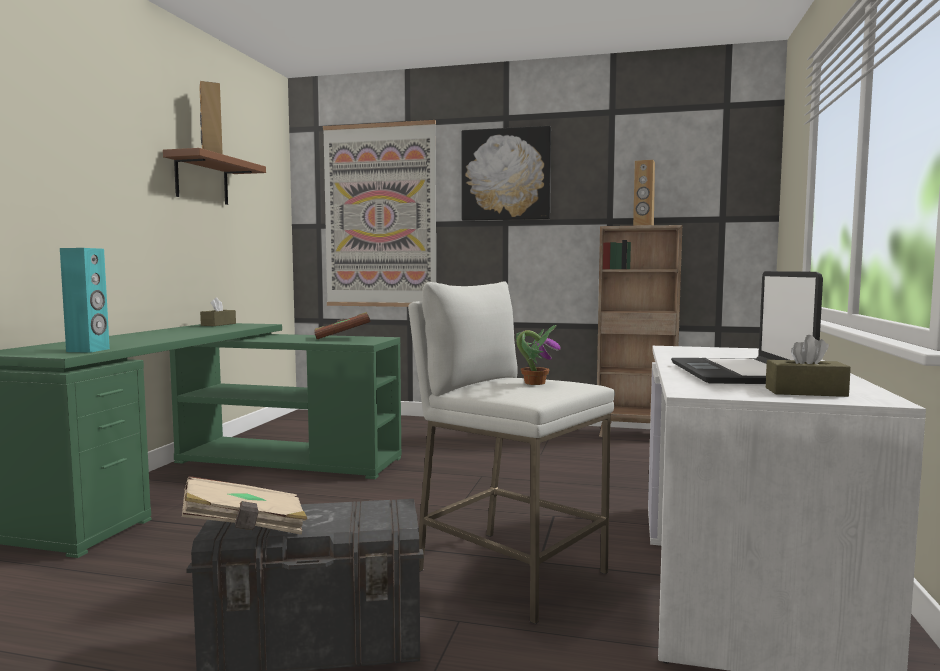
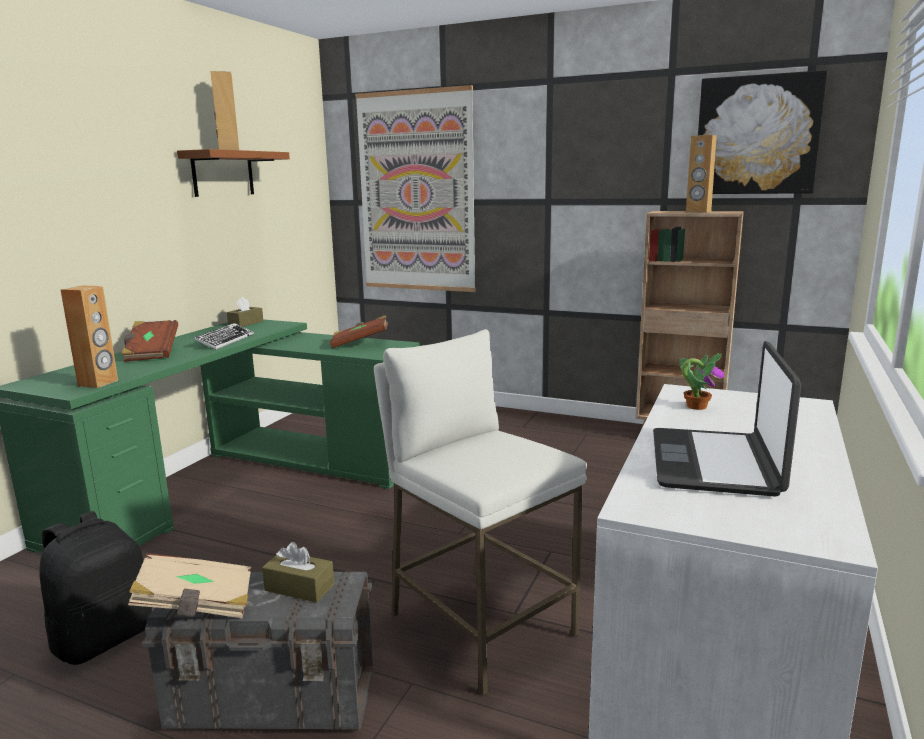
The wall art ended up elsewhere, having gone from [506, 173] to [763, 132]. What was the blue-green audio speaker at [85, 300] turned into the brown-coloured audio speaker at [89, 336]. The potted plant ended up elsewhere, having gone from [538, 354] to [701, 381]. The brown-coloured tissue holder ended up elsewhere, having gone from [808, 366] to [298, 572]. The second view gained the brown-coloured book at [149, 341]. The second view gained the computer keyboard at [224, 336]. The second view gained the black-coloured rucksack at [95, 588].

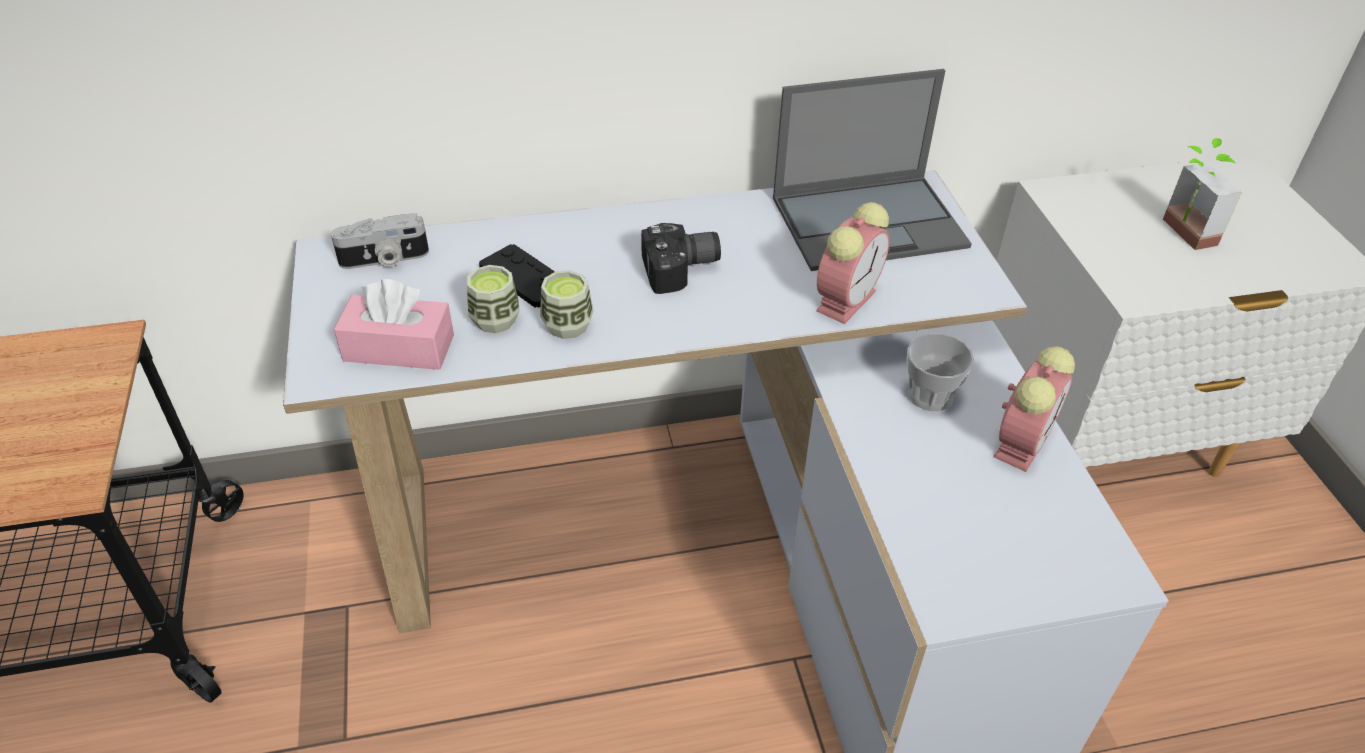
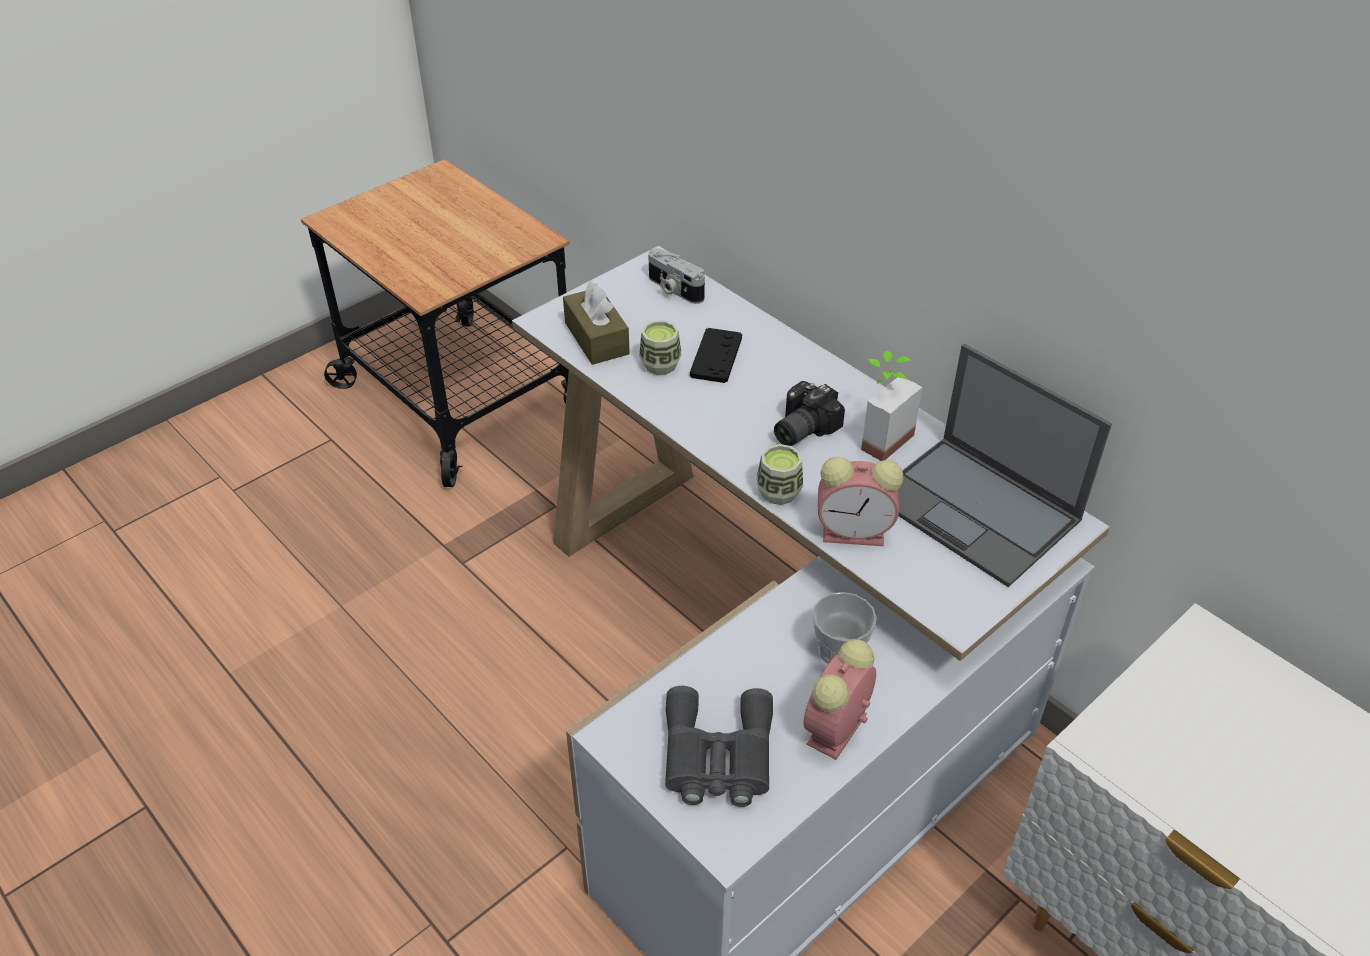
The potted plant ended up elsewhere, having gone from [1202, 194] to [891, 406]. The still camera at [681, 258] ended up facing another way, 90 degrees clockwise from before. The cup ended up elsewhere, having gone from [566, 304] to [780, 474]. What was the pinkish tissue holder at [394, 324] turned into the brown-coloured tissue holder at [596, 323]. The bedside clock at [1034, 409] ended up facing another way, 120 degrees clockwise from before. The second view gained the greyish binoculars at [719, 746].

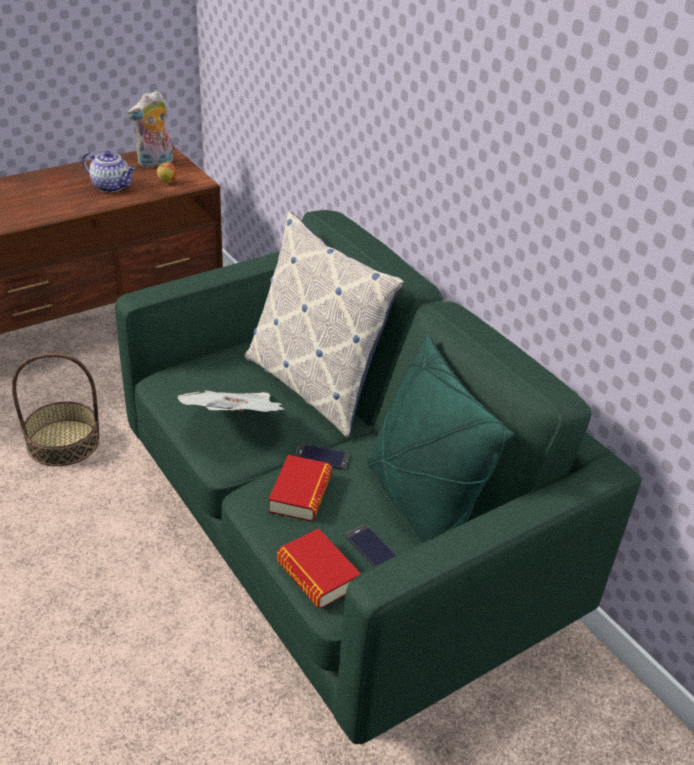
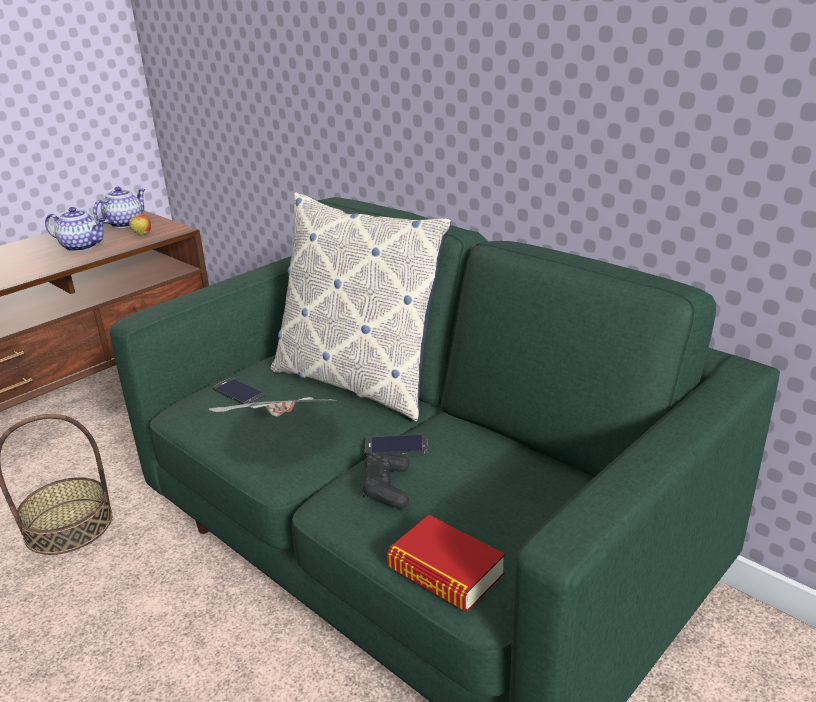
Where the soft toy stood at [150, 129], the tea pot came to stand at [119, 207]. The second view lost the greenish pillow at [440, 438]. Where the book stood at [300, 488], the black-coloured game controller came to stand at [385, 481]. The telephone ended up elsewhere, having gone from [371, 546] to [239, 391].

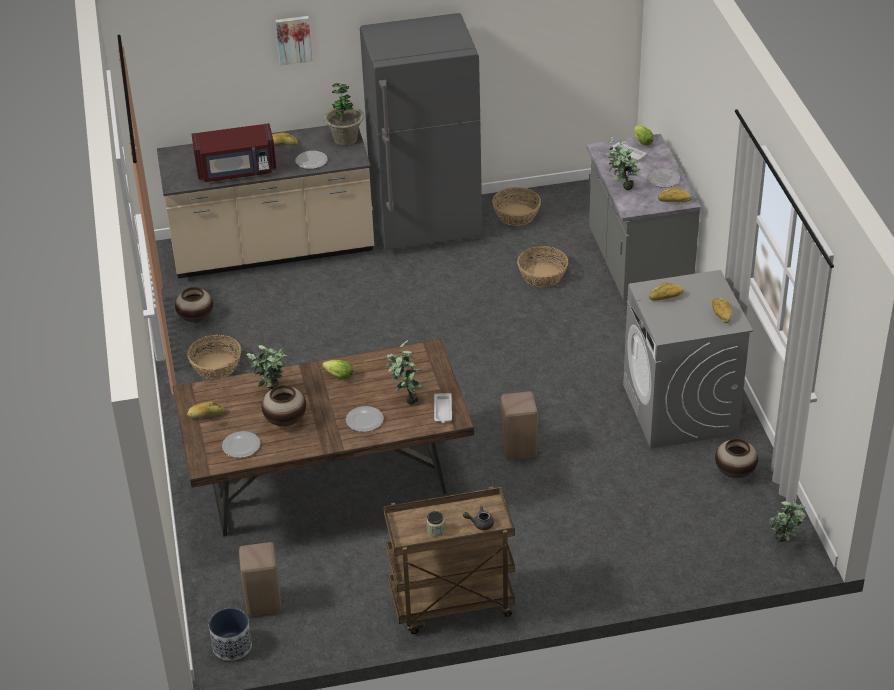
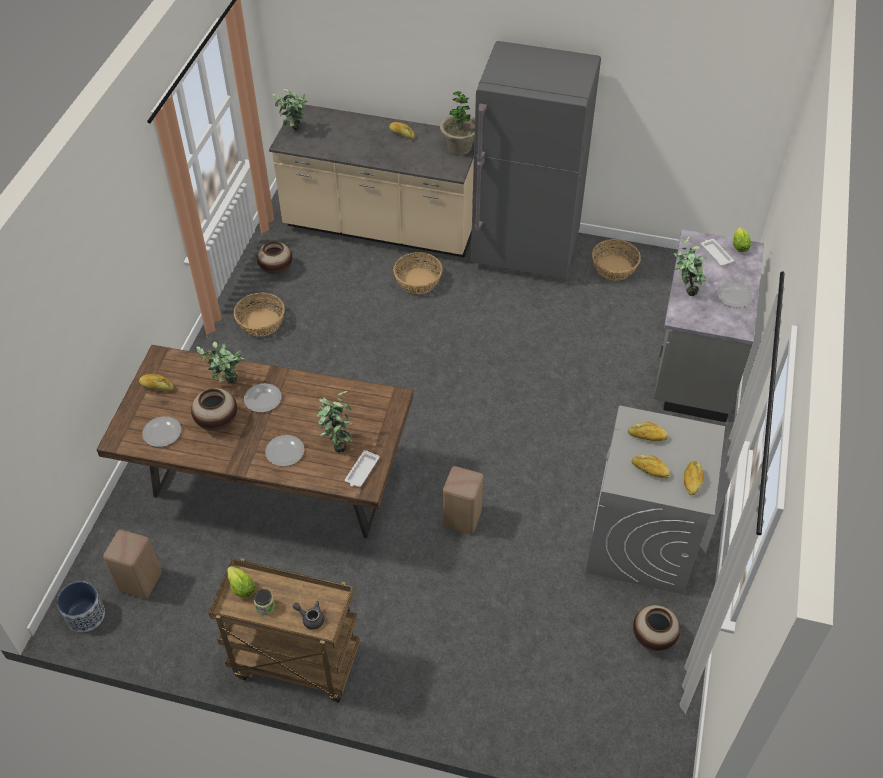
The second view lost the wall art at [293, 41]. The second view lost the red-coloured microwave at [234, 152]. The flat dish ended up elsewhere, having gone from [311, 160] to [263, 397]. The bread ended up elsewhere, having gone from [675, 194] to [651, 466]. The household basket ended up elsewhere, having gone from [542, 266] to [417, 273]. The head of lettuce ended up elsewhere, having gone from [337, 370] to [241, 582]. The potted plant ended up elsewhere, having gone from [788, 520] to [290, 109].

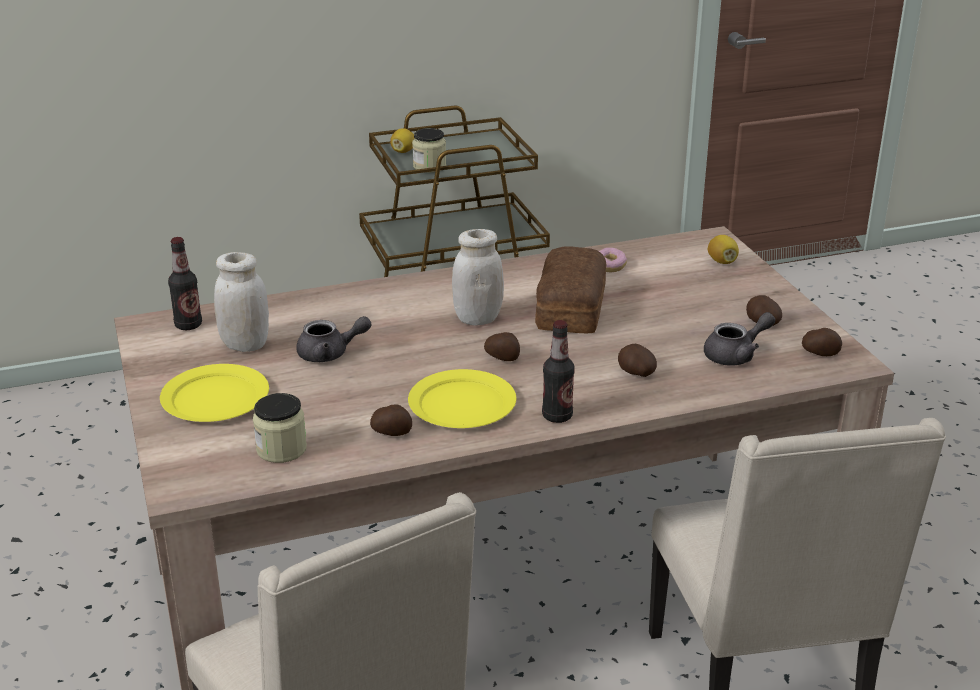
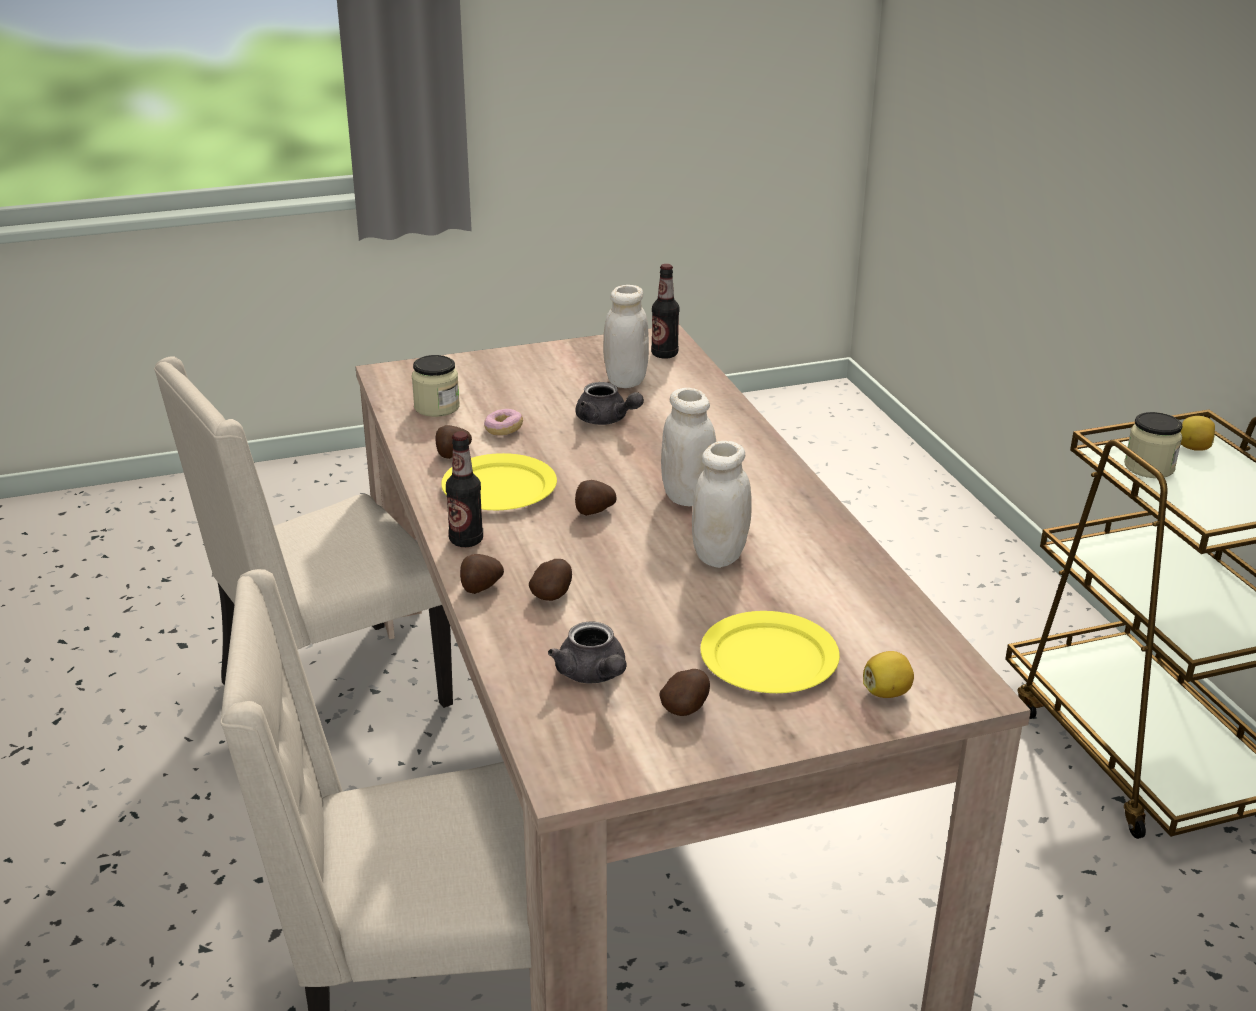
Where the bread stood at [570, 289], the whitish storage jar came to stand at [722, 504]. The donut ended up elsewhere, having gone from [613, 260] to [503, 422]. The greyish tea pot at [334, 339] ended up facing another way, 45 degrees counterclockwise from before. The spud ended up elsewhere, having gone from [822, 342] to [482, 574]. The yellow-coloured flat dish ended up elsewhere, having gone from [214, 393] to [770, 652].

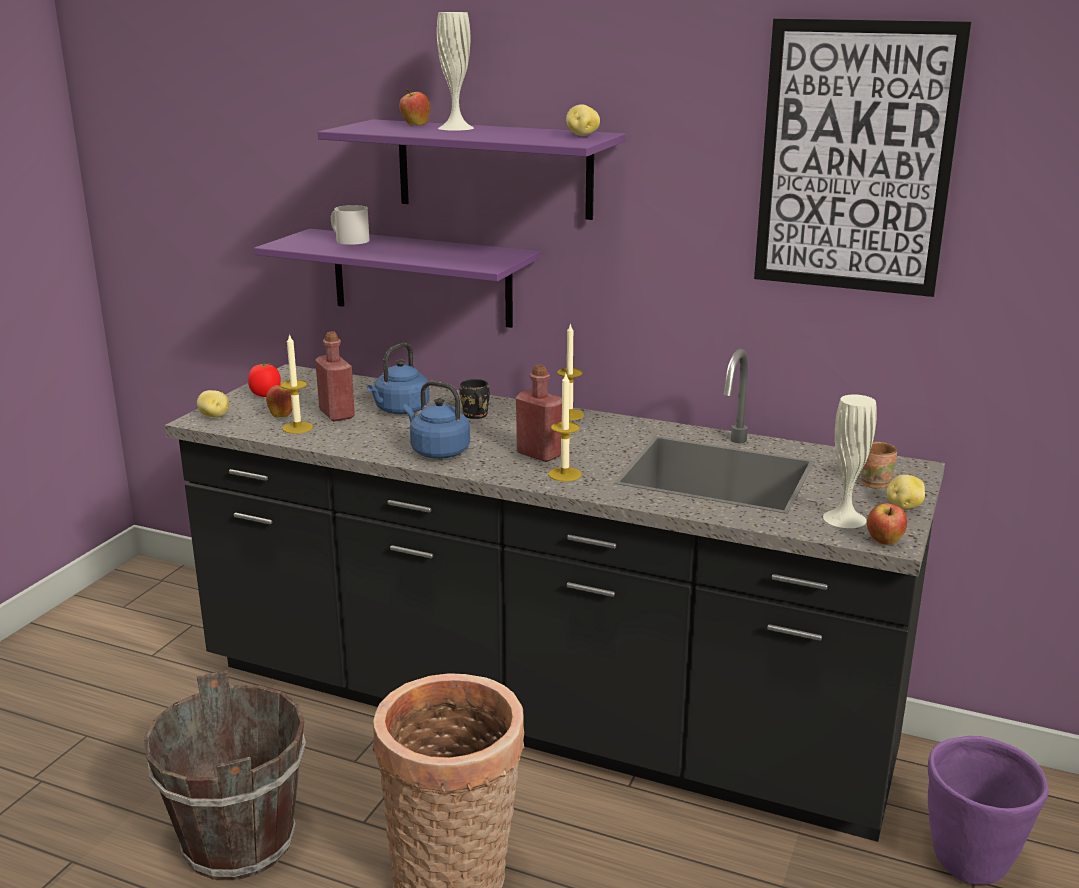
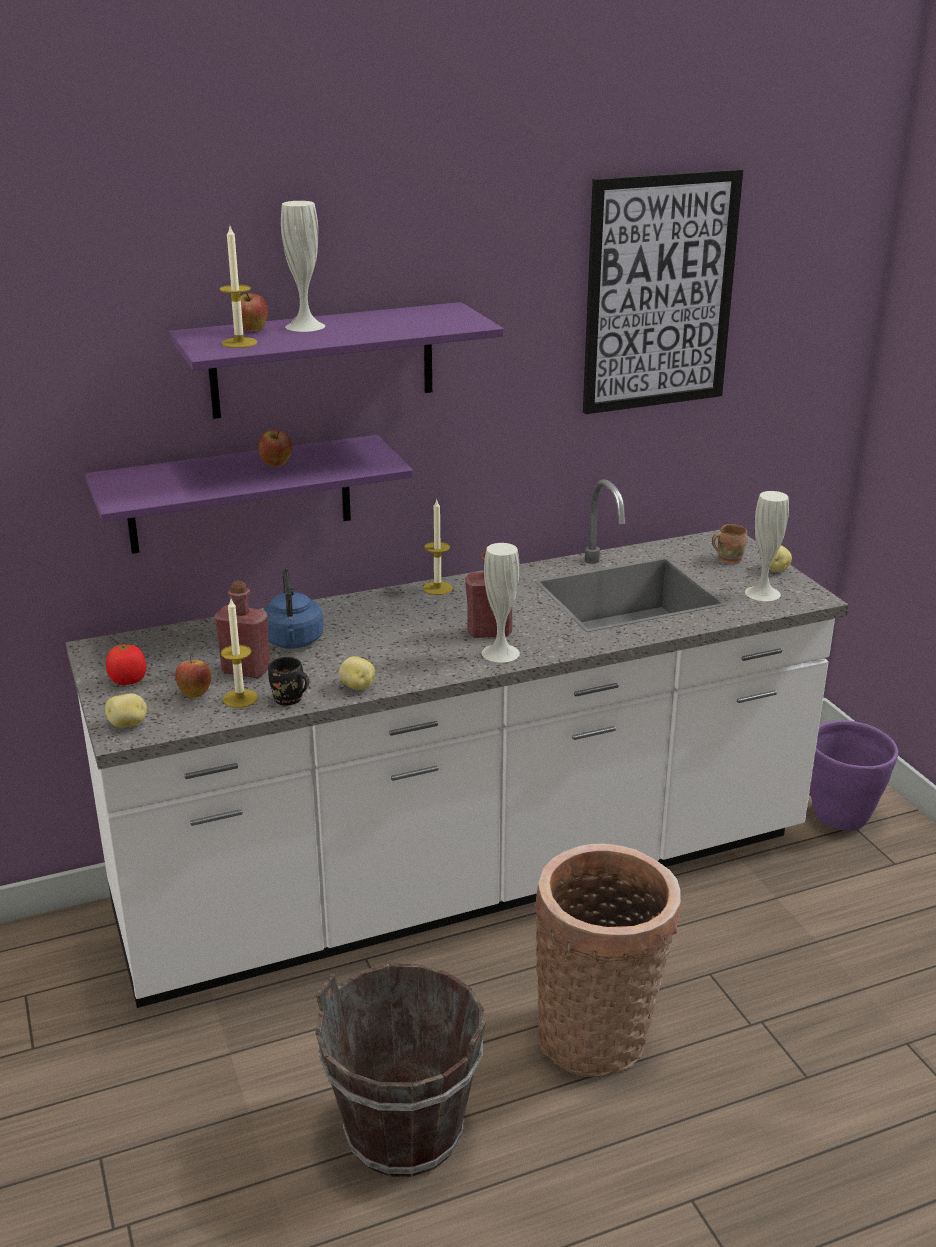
The spud ended up elsewhere, having gone from [583, 120] to [357, 673]. The second view lost the whitish tea mug at [350, 225]. What was the black-coloured kitchen counter at [555, 595] turned into the whitish kitchen counter at [457, 743]. The wax candle ended up elsewhere, having gone from [564, 427] to [239, 287]. The black-coloured tea mug ended up elsewhere, having gone from [474, 399] to [288, 681]. The second view lost the blue-coloured water kettle at [436, 420]. The apple fruit ended up elsewhere, having gone from [887, 524] to [275, 448]. The second view gained the whitish decorative vase at [501, 602].

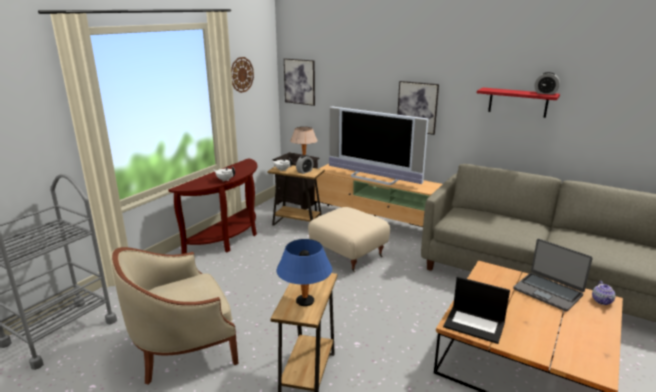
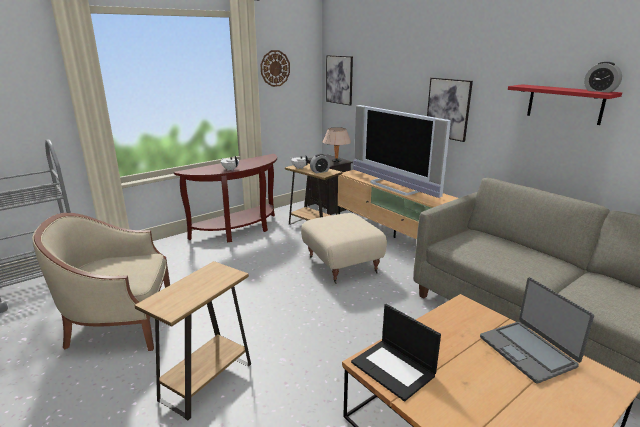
The second view lost the blue-coloured tabletop lamp at [304, 272]. The second view lost the tea pot at [603, 293].

